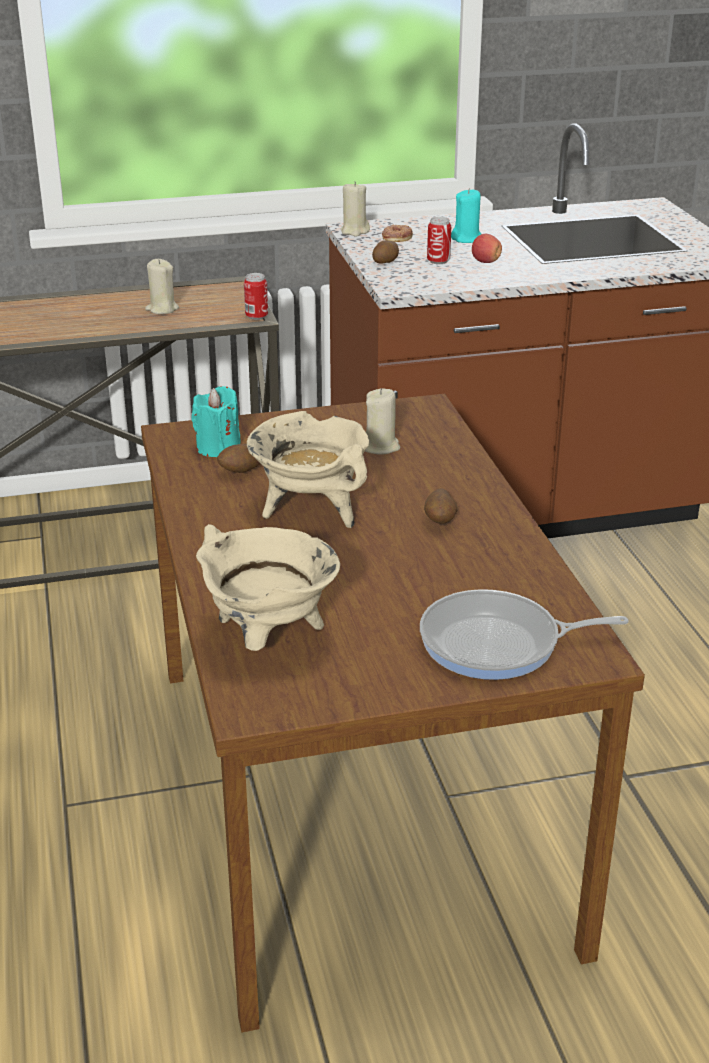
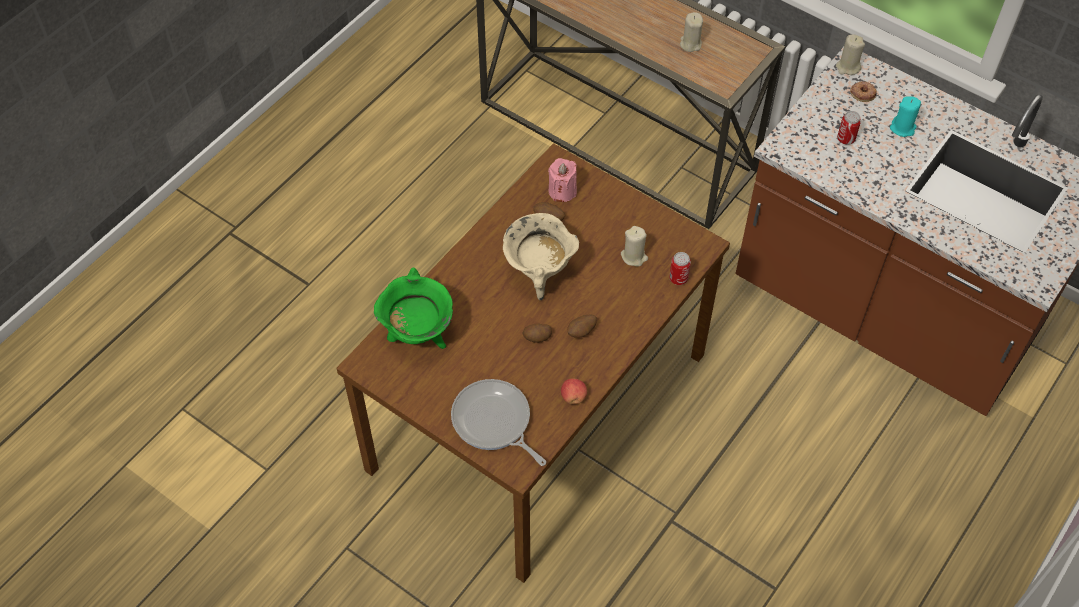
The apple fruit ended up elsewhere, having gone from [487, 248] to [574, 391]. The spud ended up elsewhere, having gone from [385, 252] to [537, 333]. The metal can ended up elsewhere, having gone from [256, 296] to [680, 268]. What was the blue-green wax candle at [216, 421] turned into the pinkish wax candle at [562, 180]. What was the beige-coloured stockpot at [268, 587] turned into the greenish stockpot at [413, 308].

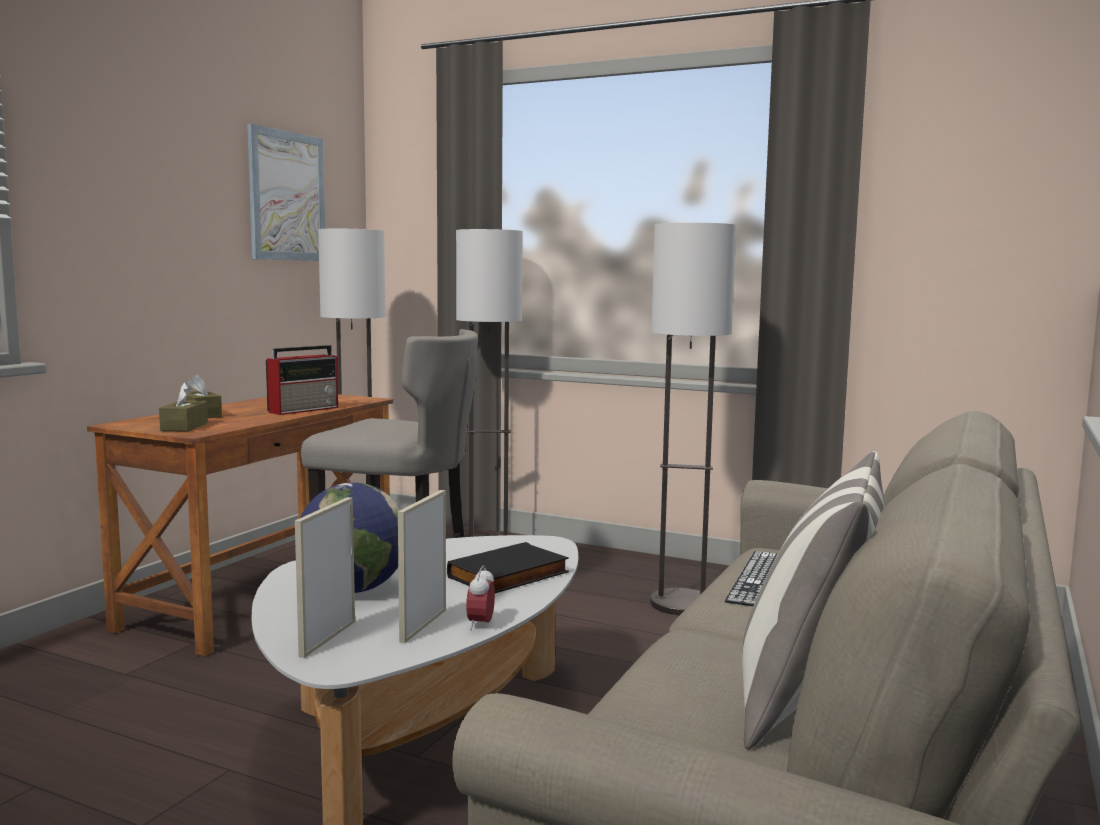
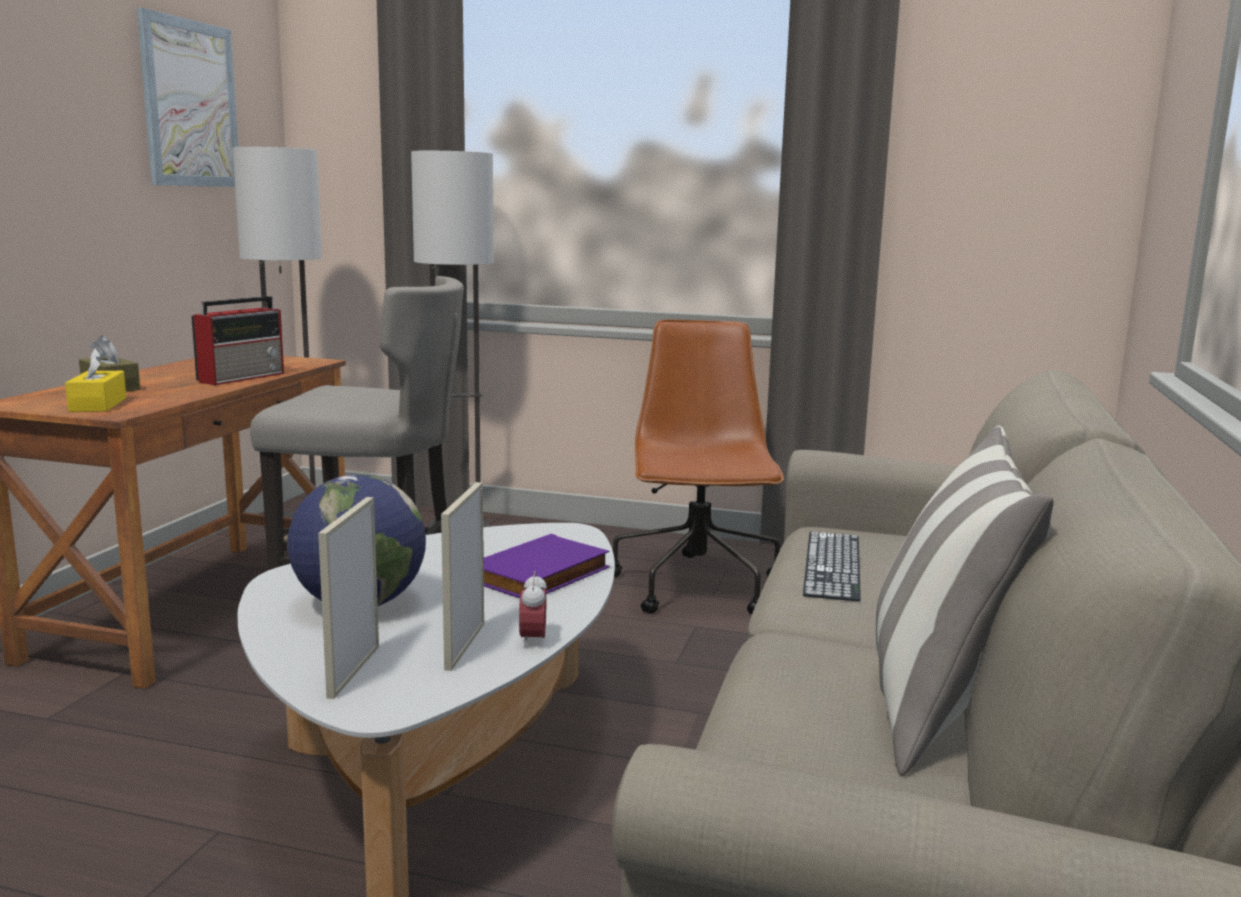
Where the standing lamp stood at [693, 419], the brown-coloured office chair came to stand at [698, 466]. What was the brown-coloured tissue holder at [183, 406] turned into the yellow-coloured tissue holder at [95, 380]. What was the black-coloured book at [508, 567] turned into the purple book at [546, 566].

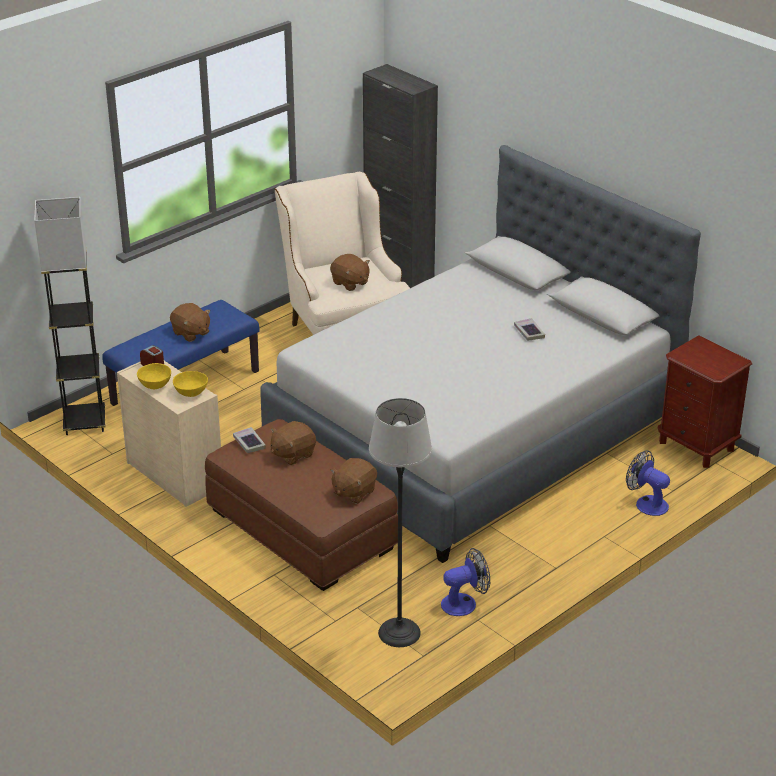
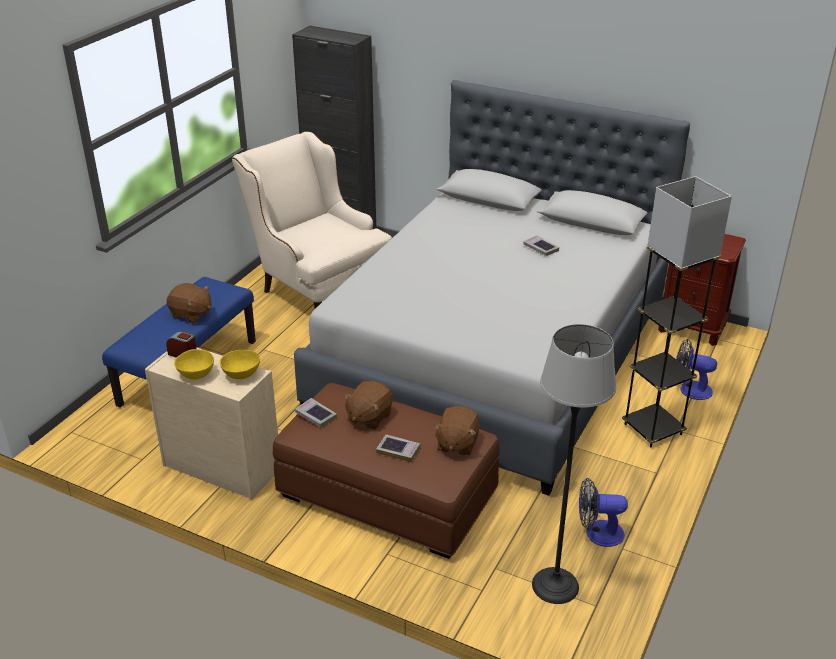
The greyish standing lamp ended up elsewhere, having gone from [70, 316] to [677, 311]. The second view lost the brown-coloured soft toy at [350, 272]. The cooling fan at [465, 582] ended up facing another way, 135 degrees counterclockwise from before. The second view gained the book at [398, 448].

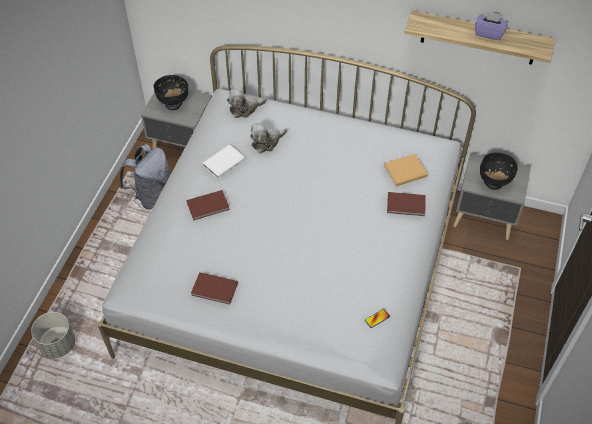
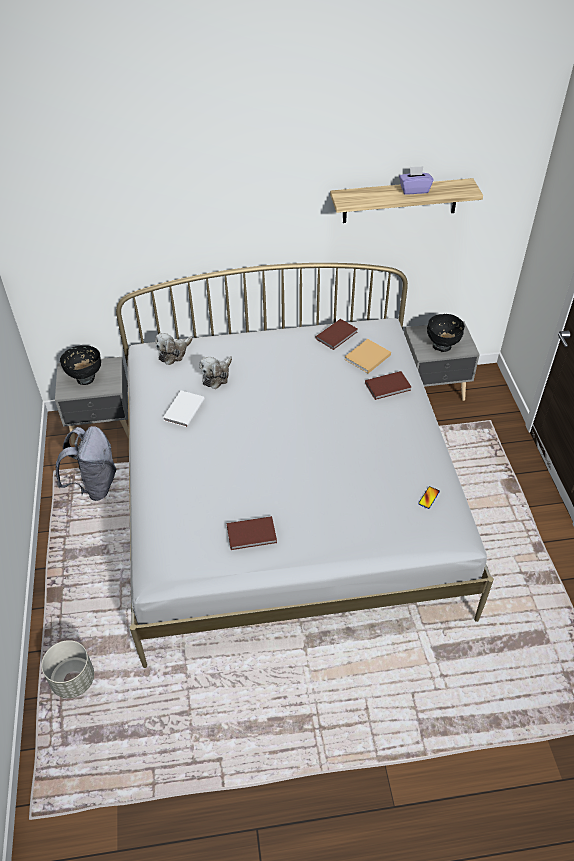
The brown-coloured book ended up elsewhere, having gone from [208, 205] to [336, 334].

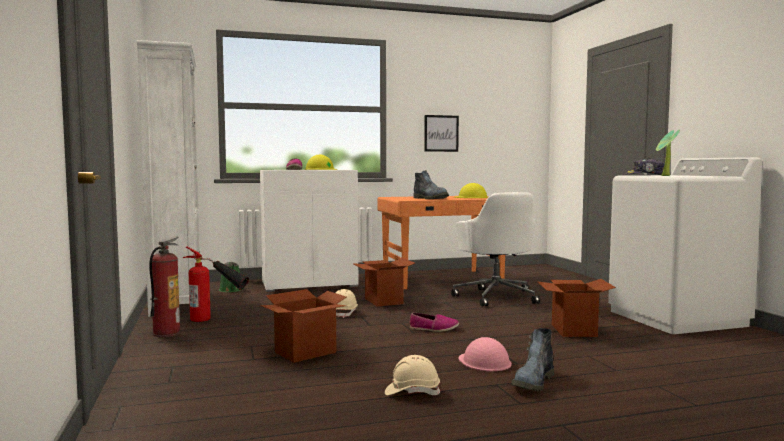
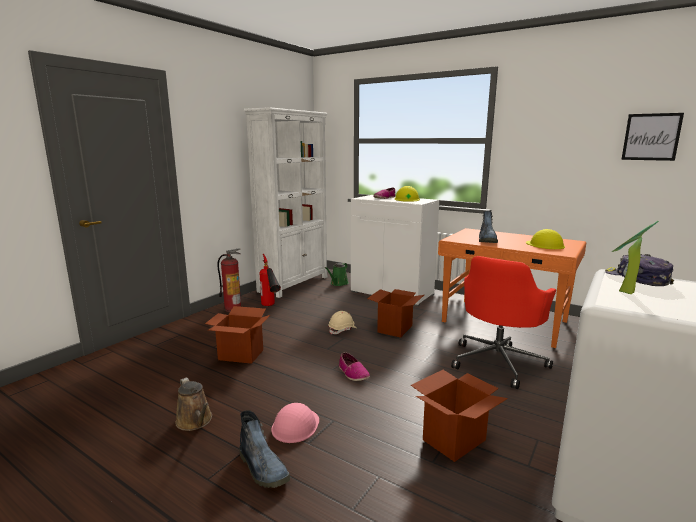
The wall art ended up elsewhere, having gone from [441, 133] to [652, 137]. What was the whitish office chair at [495, 249] turned into the red-coloured office chair at [503, 322]. The high-top boot at [532, 359] ended up facing another way, 120 degrees counterclockwise from before. Where the beige-coloured work helmet stood at [412, 375], the brown-coloured sprinkling can came to stand at [193, 404].

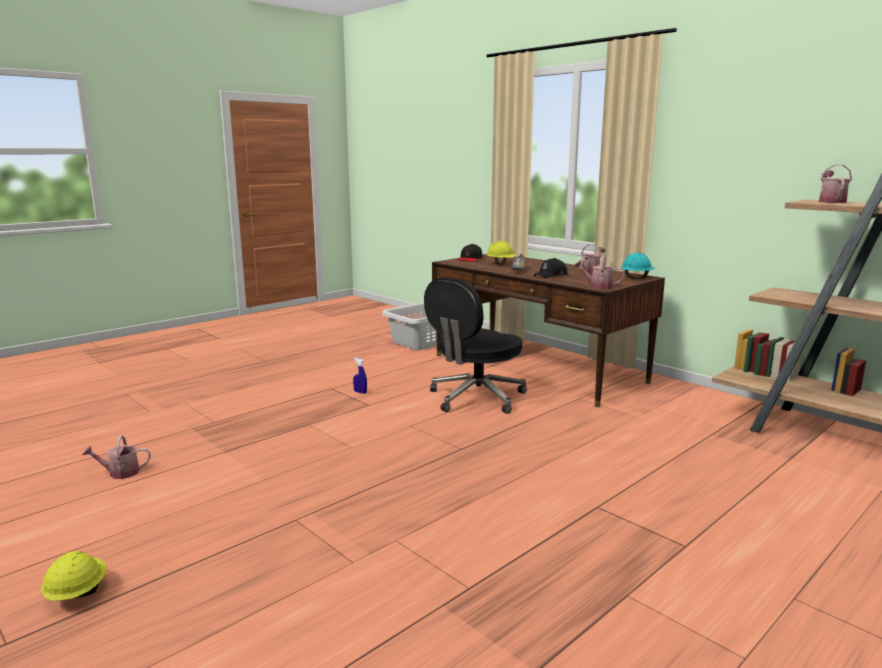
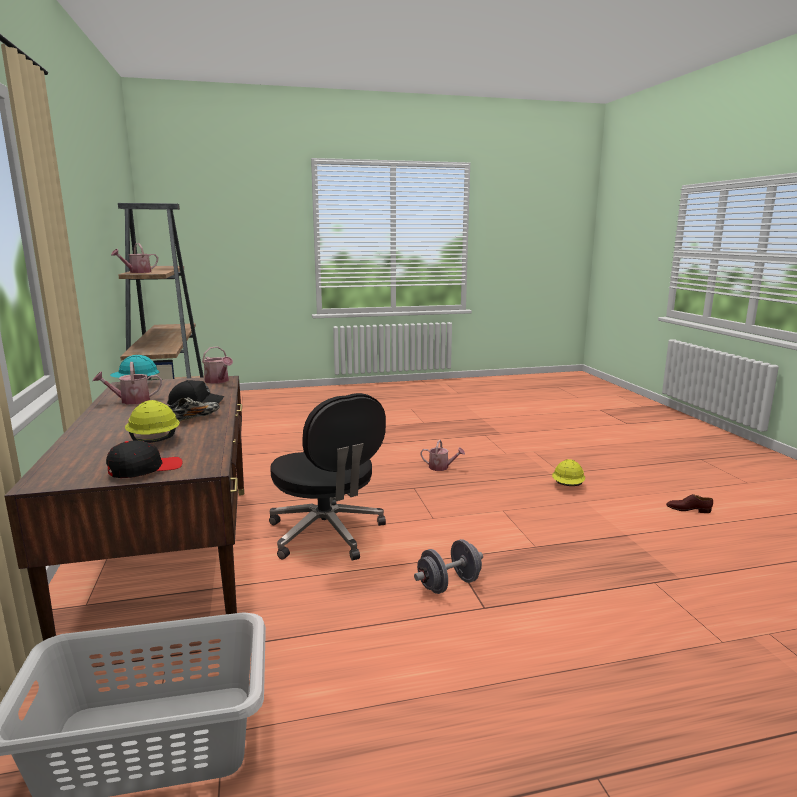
The black-coloured office chair at [475, 345] ended up facing another way, 75 degrees clockwise from before. Where the blue-coloured sprayer stood at [360, 376], the greyish hand weight came to stand at [448, 566]. The sprinkling can ended up elsewhere, having gone from [116, 457] to [442, 455]. The yellow-coloured work helmet ended up elsewhere, having gone from [74, 576] to [568, 472]. The second view gained the brown-coloured shoe at [689, 503].

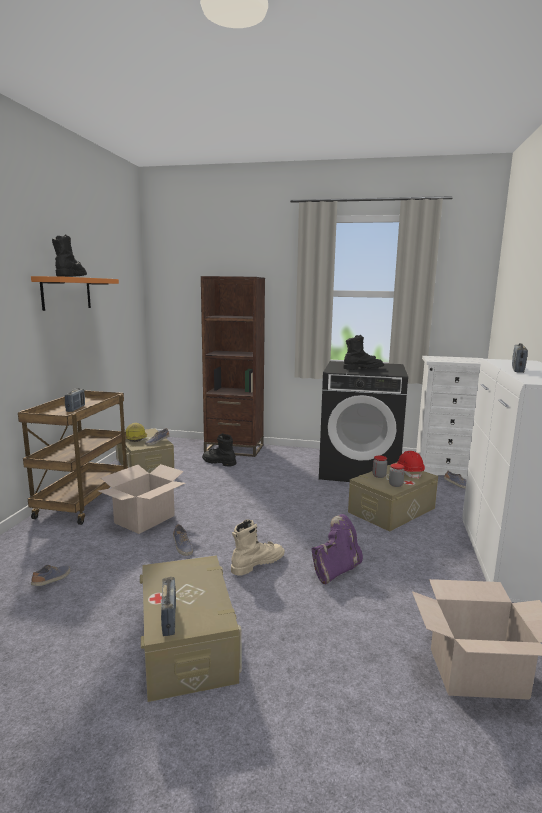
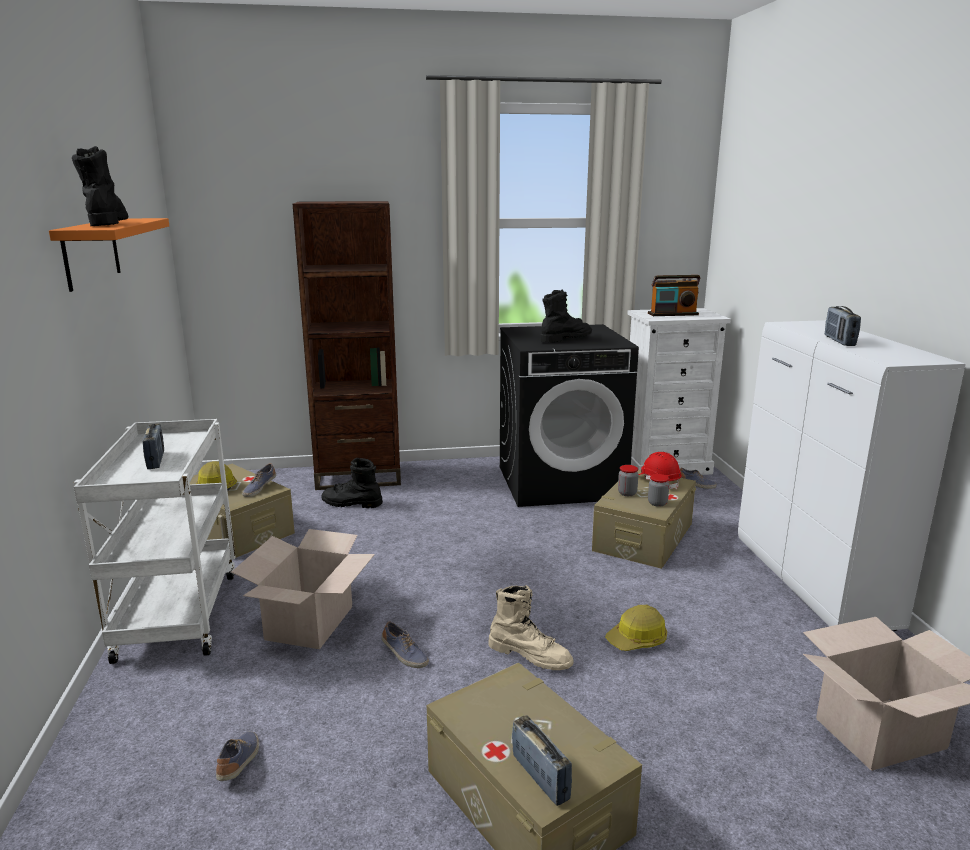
What was the brown-coloured wheeled cart at [73, 457] turned into the whitish wheeled cart at [155, 541]. Where the purple high-top boot stood at [337, 549], the work helmet came to stand at [636, 628]. The beige-coloured high-top boot at [258, 547] ended up facing another way, 90 degrees clockwise from before. The second view gained the radio receiver at [674, 295].

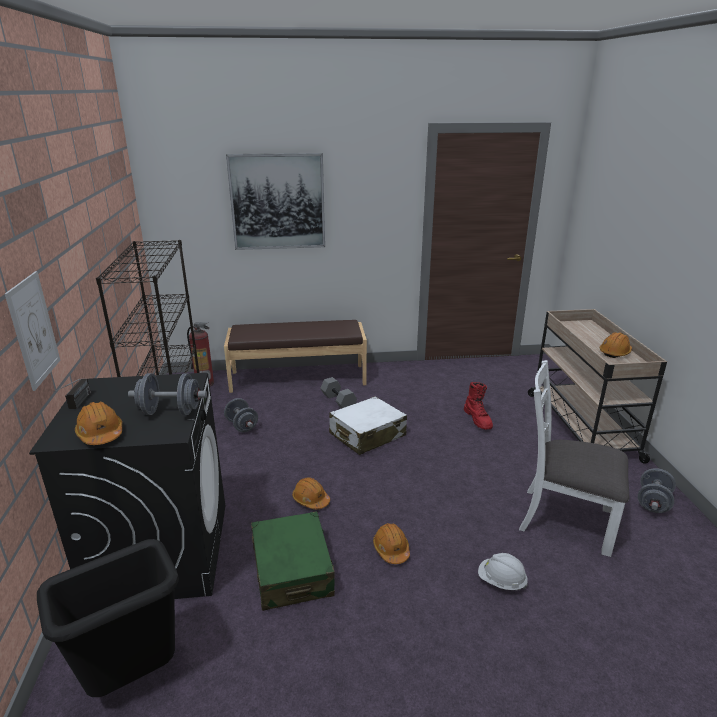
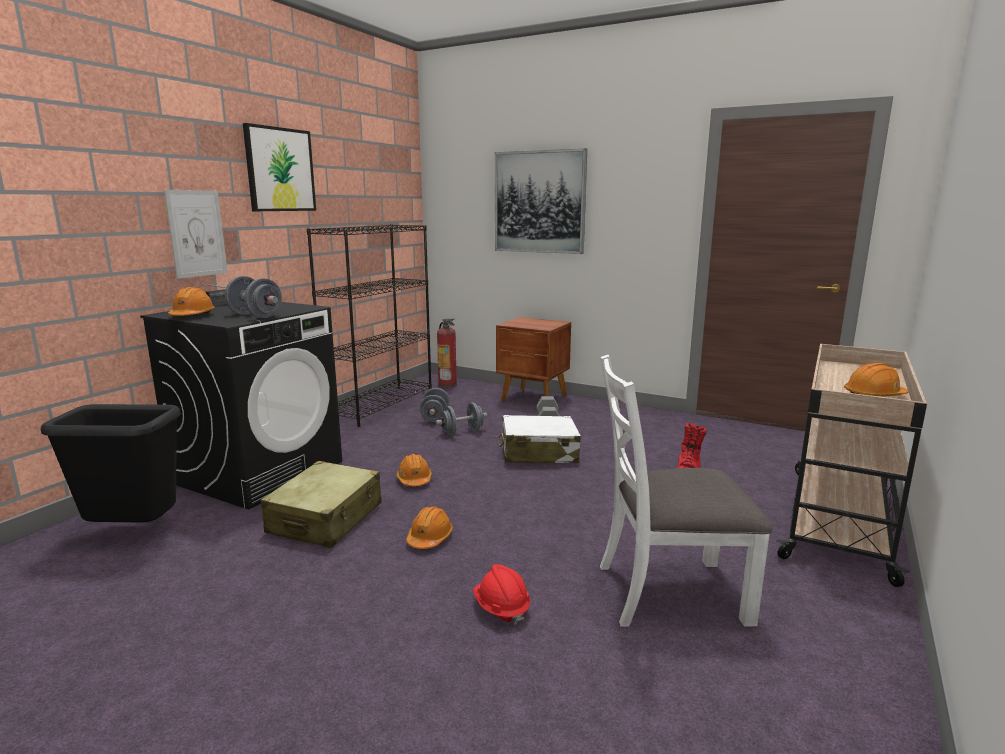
Where the brown-coloured bench stood at [295, 356], the brown-coloured bedside table came to stand at [533, 359]. The whitish chair at [574, 458] ended up facing another way, 60 degrees counterclockwise from before. The greyish hand weight ended up elsewhere, having gone from [657, 490] to [461, 418]. What was the greenish travel case at [293, 561] turned into the beige-coloured travel case at [321, 504]. What was the whitish work helmet at [503, 571] turned into the red-coloured work helmet at [501, 594]. The second view gained the wall art at [279, 167].

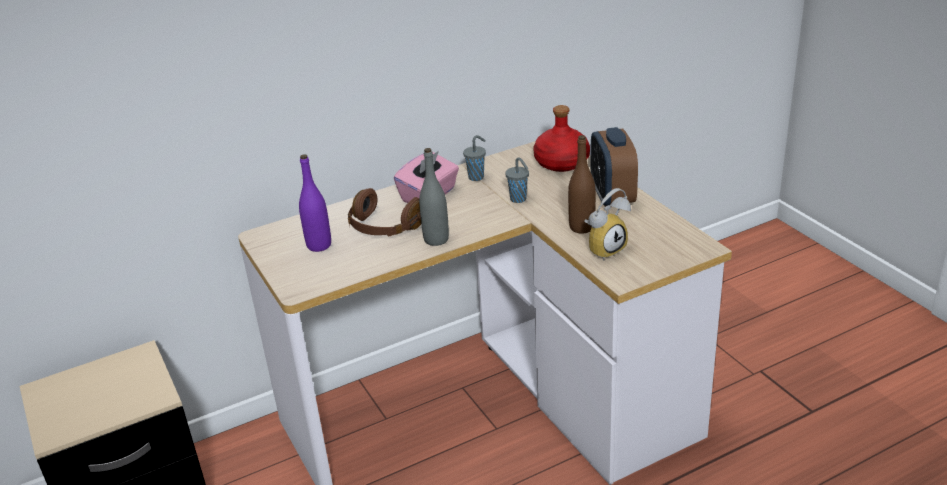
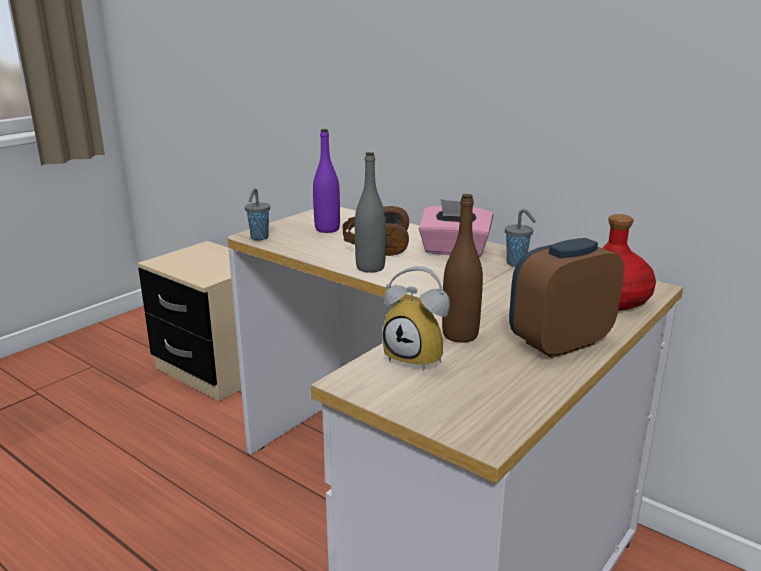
The greyish cup ended up elsewhere, having gone from [517, 180] to [257, 214].

